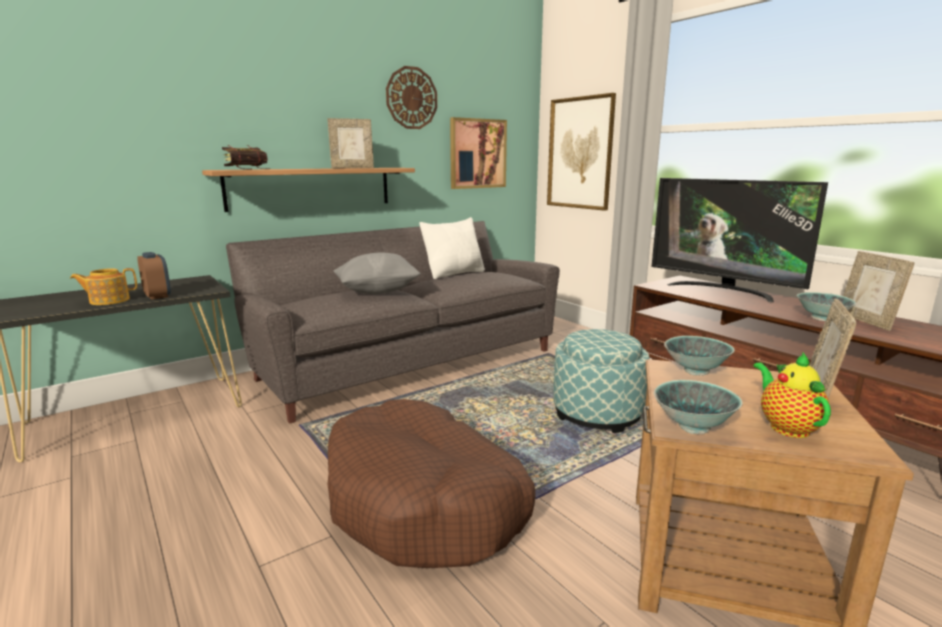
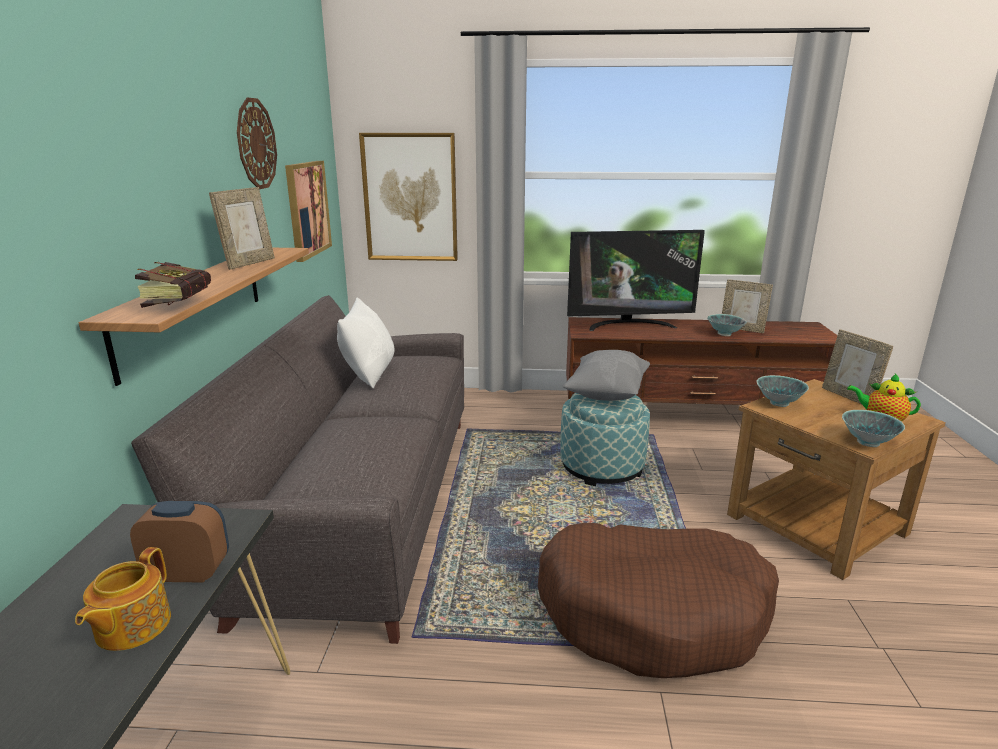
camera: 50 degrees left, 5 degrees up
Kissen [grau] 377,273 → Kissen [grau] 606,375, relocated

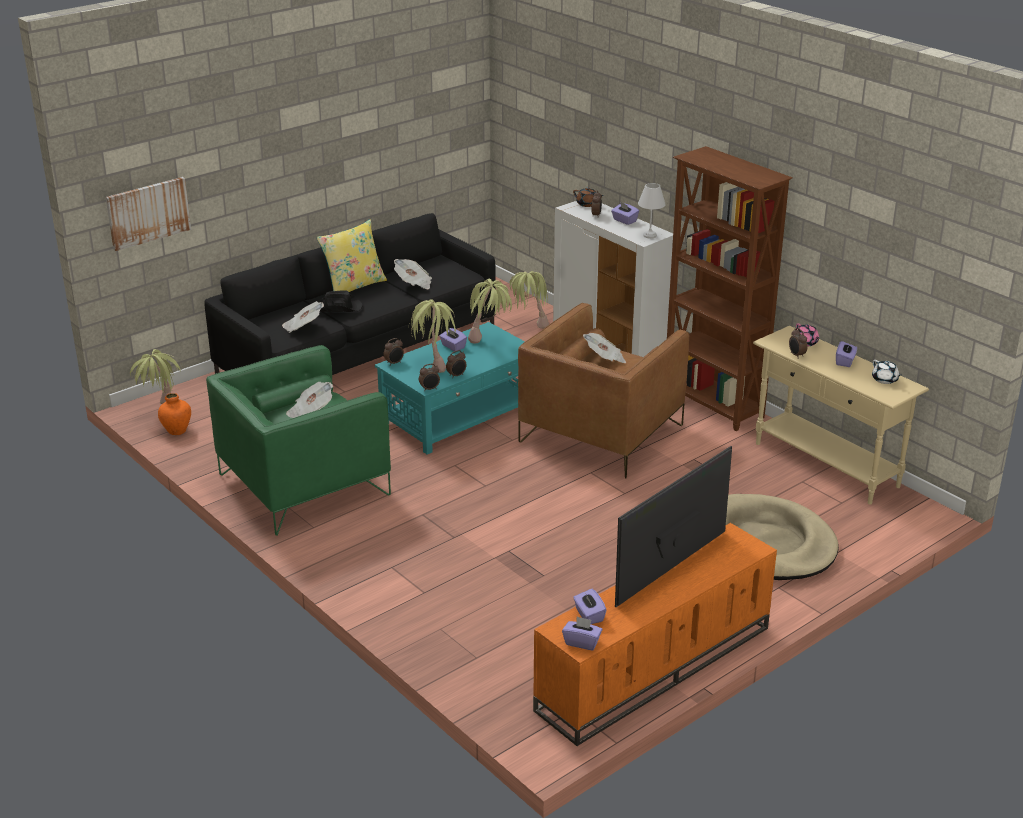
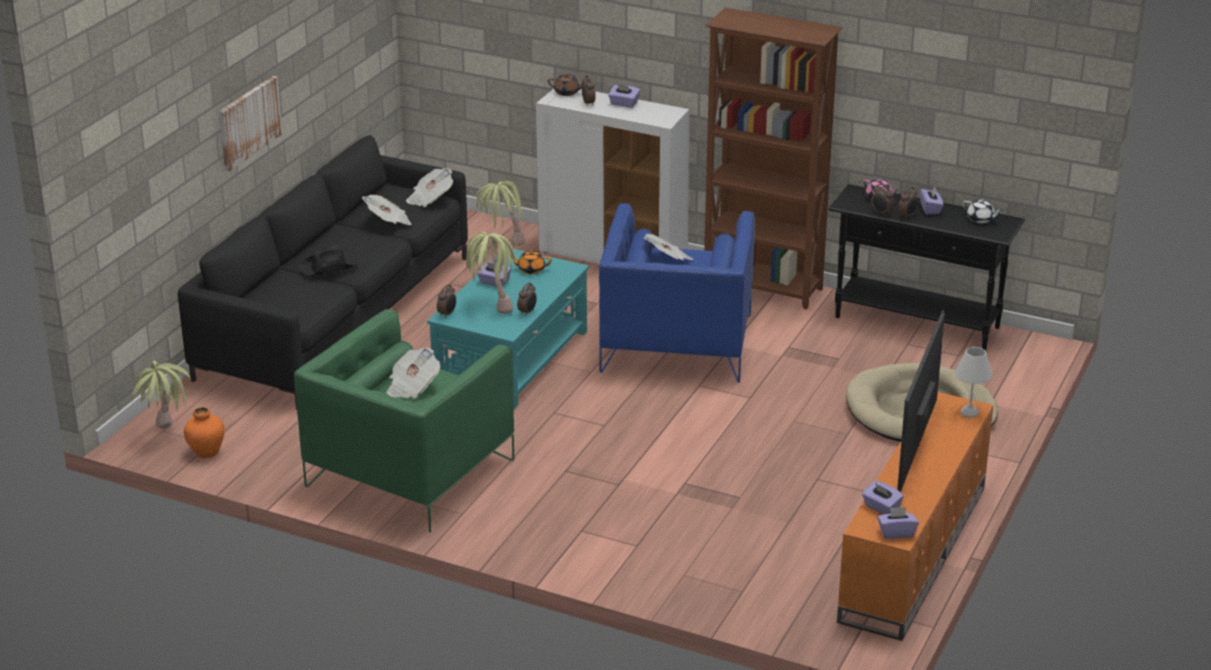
camera: 25 degrees left, 0 degrees up
Bild 148,214 → Bild 250,123, relocated
Tischlampe [weiß] 652,211 → Tischlampe [weiß] 973,382, relocated
Kissen [gelb] 351,255 → -
Topfpflanze 490,311 → Teekanne [orange] 531,262
Zeitung 303,317 → Zeitung 429,187, relocated
Sessel [braun] 603,390 → Sessel [blau] 677,293
Konsolentisch [beige] 841,415 → Konsolentisch [schwarz] 926,267
Wecker 429,378 → Wecker 908,203, relocated

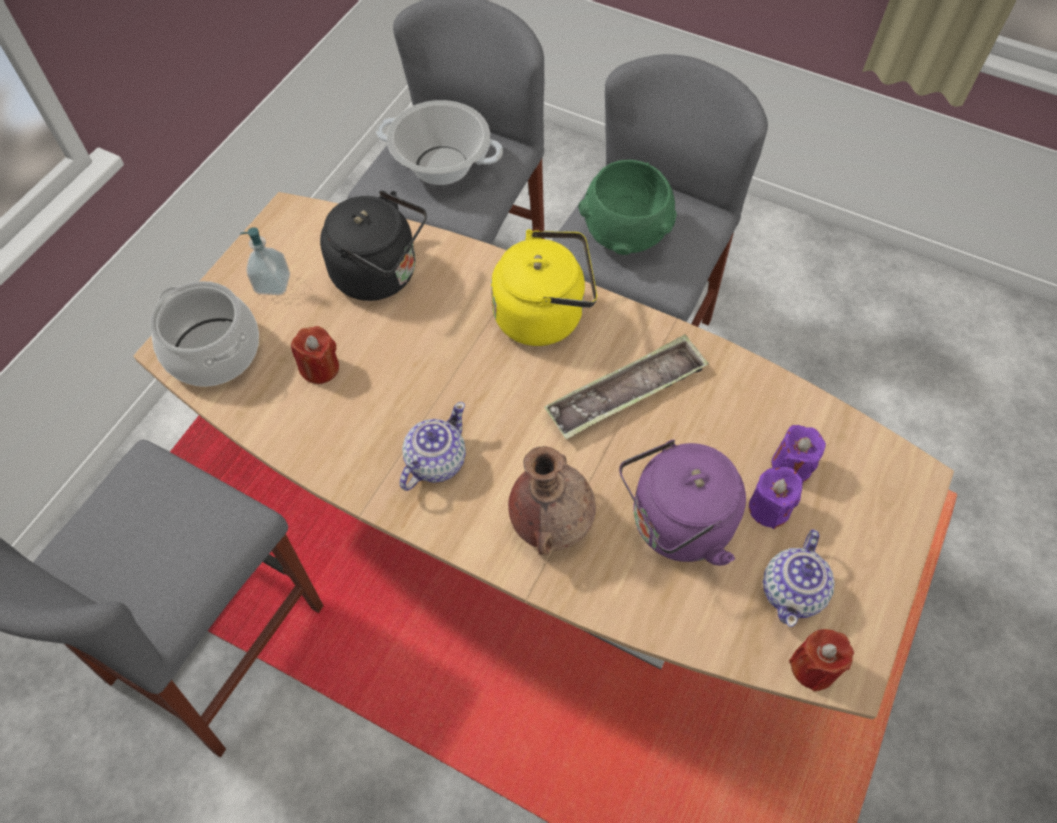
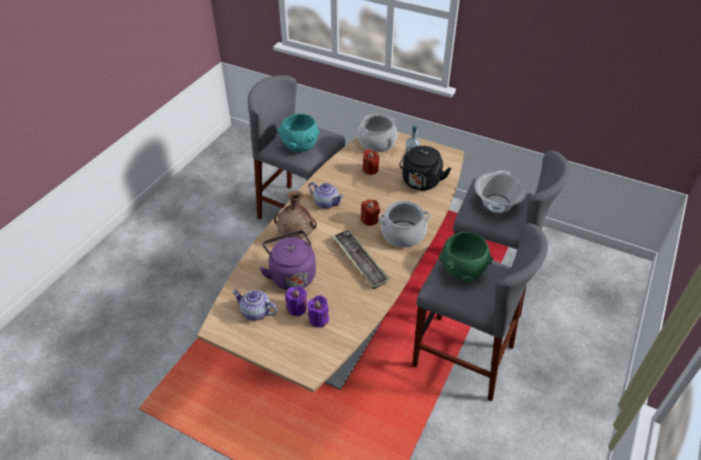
camera: 90 degrees right, 15 degrees down
Wasserkessel [gelb] 544,287 → Kochtopf 404,224
Kerze [rot] 821,660 → Kerze [rot] 370,212, relocated
- → Schüssel [türkis] 298,133

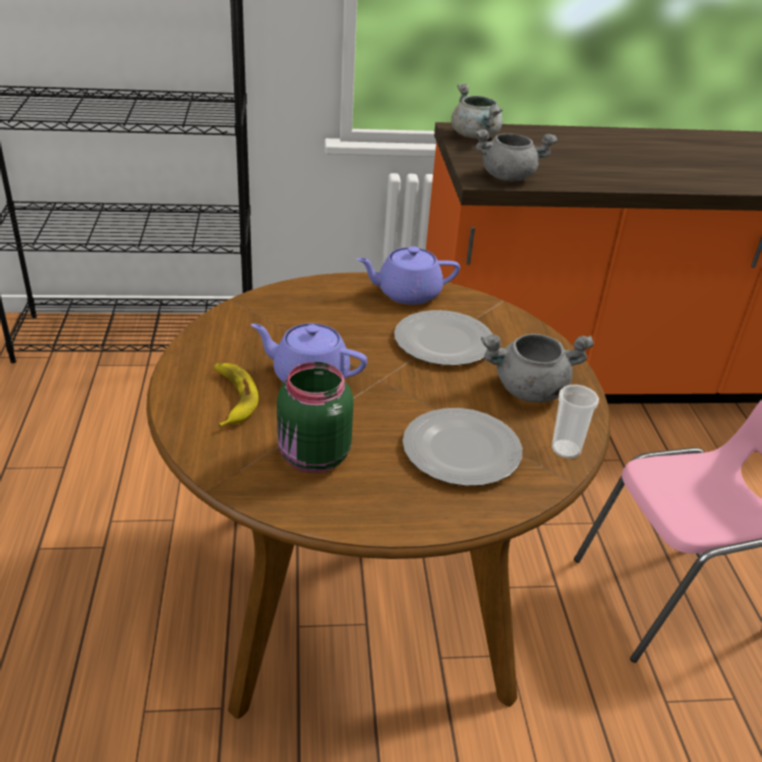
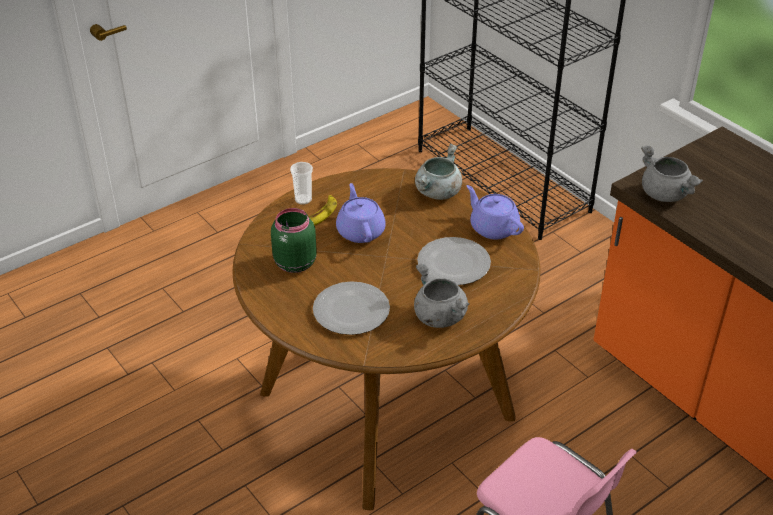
camera: 60 degrees right, 5 degrees up
Kochtopf [grau] 477,111 → Kochtopf [grau] 438,171, relocated
Tasse 575,422 → Tasse 301,183, relocated

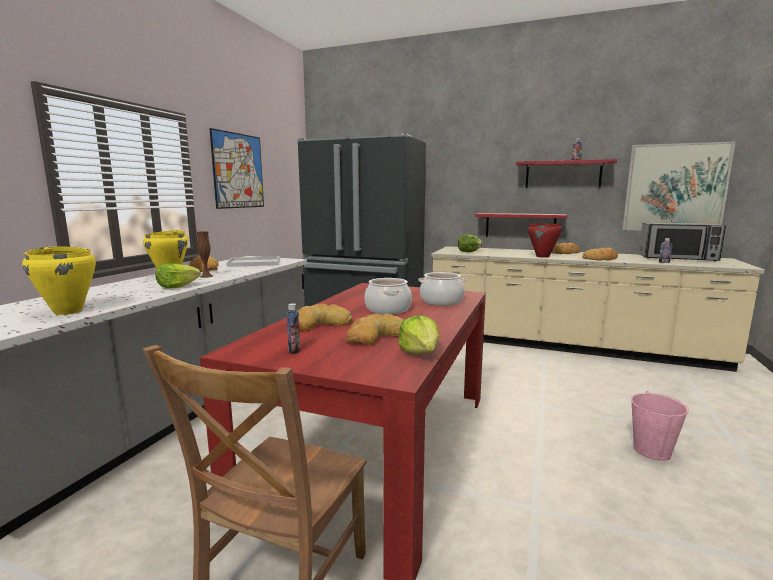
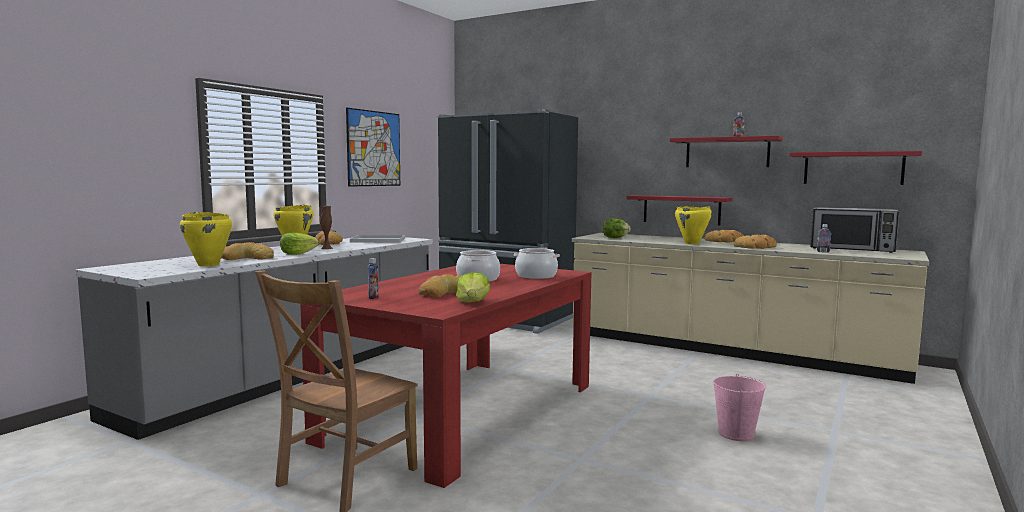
camera: 10 degrees right, 5 degrees down
Bild 679,185 → Wandregal [rot] 856,168
Kochtopf [rot] 545,240 → Kochtopf [gelb] 693,225
Brot 324,317 → Brot 247,251, relocated

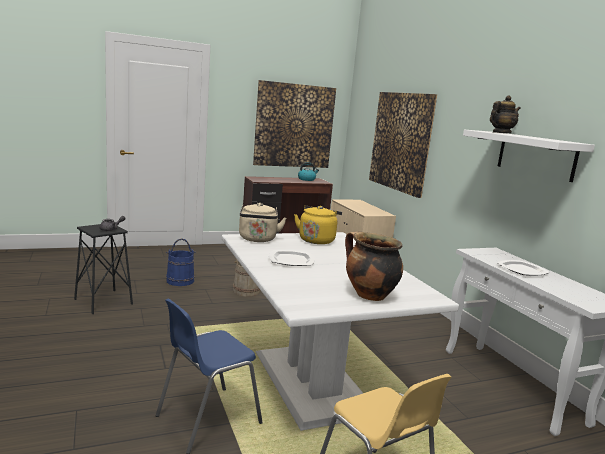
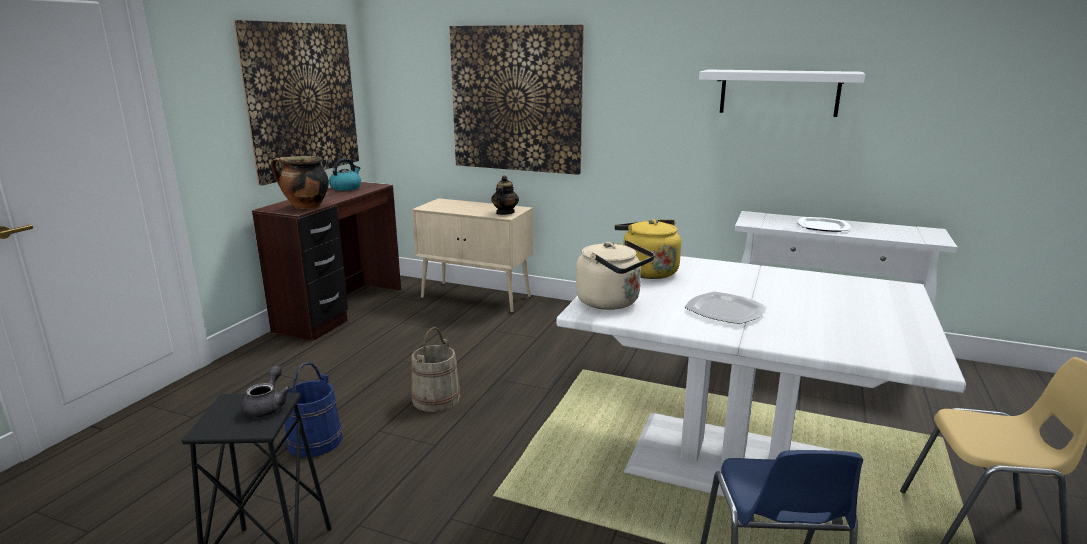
camera: 45 degrees left, 5 degrees up
Teekanne 505,114 → Teekanne 505,195, relocated
Kochtopf 374,266 → Kochtopf 300,182, relocated

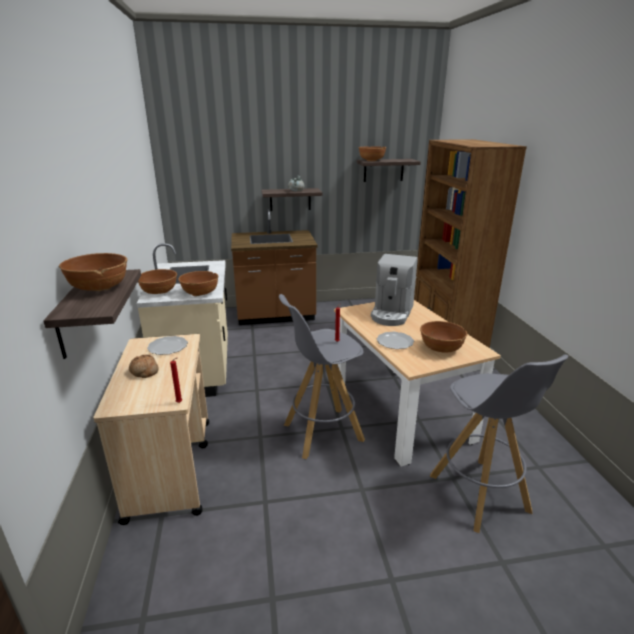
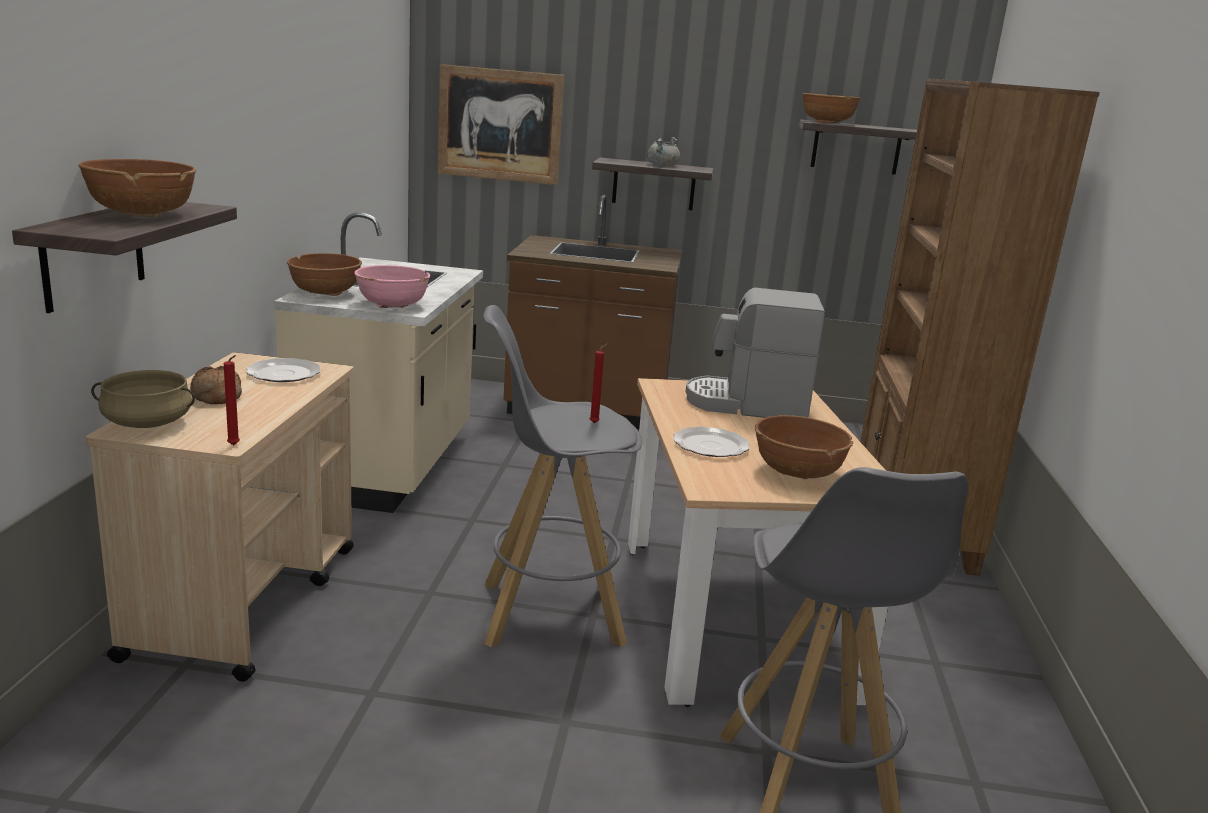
camera: 15 degrees right, 5 degrees down
Kaffeemaschine 394,290 → Kaffeemaschine 755,352, 60 degrees clockwise
Schüssel [braun] 198,283 → Schüssel [rosa] 392,286
- → Bild 501,124
- → Kochtopf [beige] 143,399

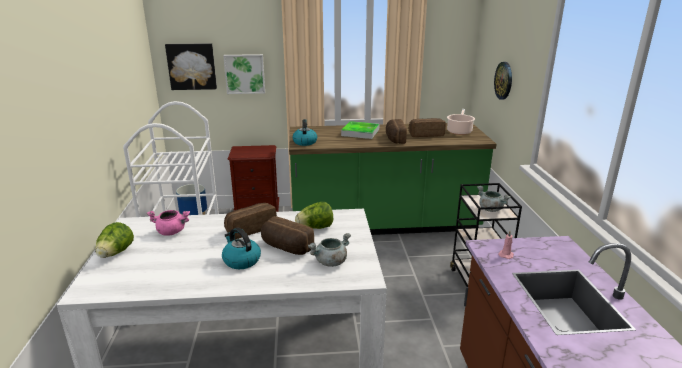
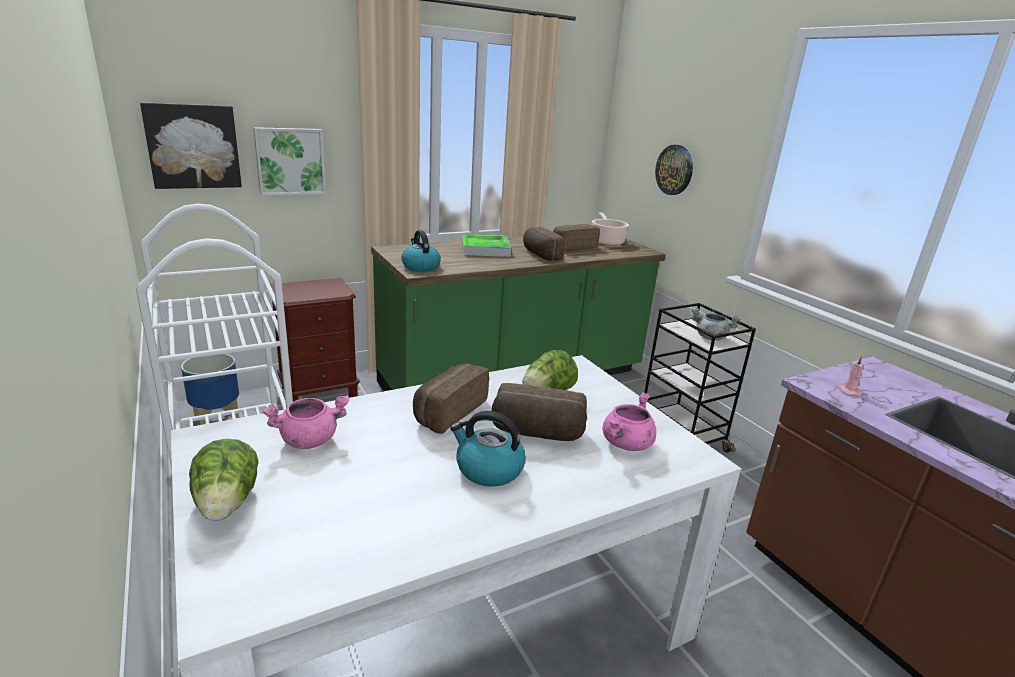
camera: 25 degrees left, 0 degrees up
Kochtopf [grau] 329,250 → Kochtopf [rosa] 629,421

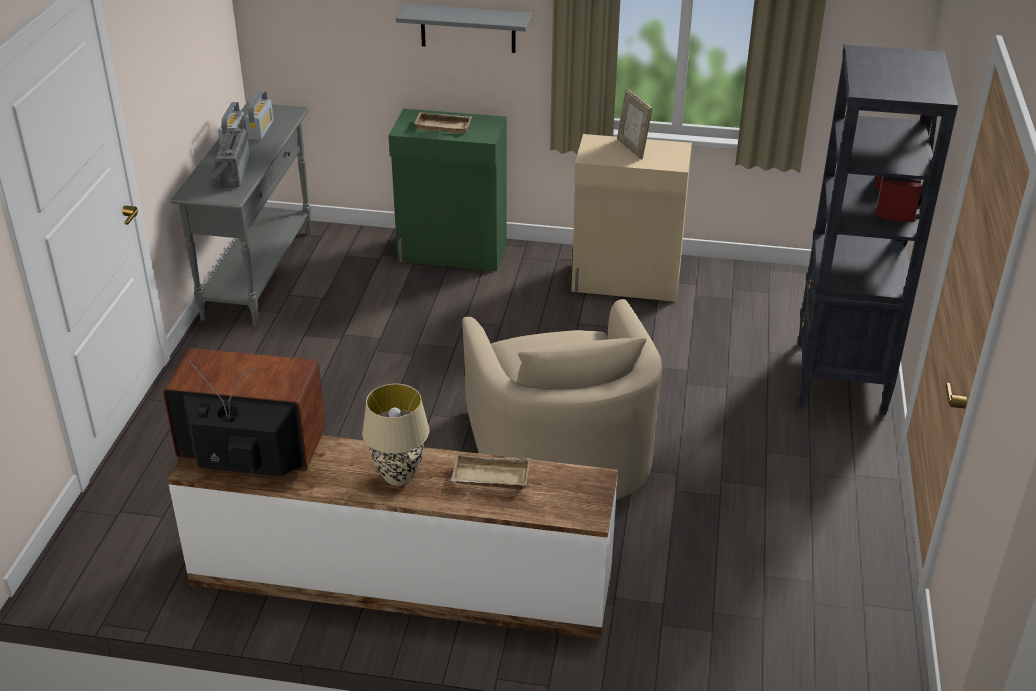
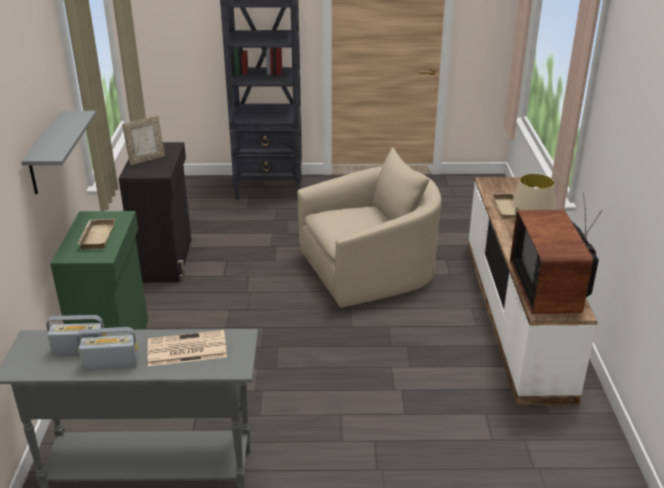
camera: 100 degrees left, 5 degrees down
Radio 231,158 → Zeitung 187,348
Schrank [beige] 631,218 → Schrank [schwarz] 155,212

